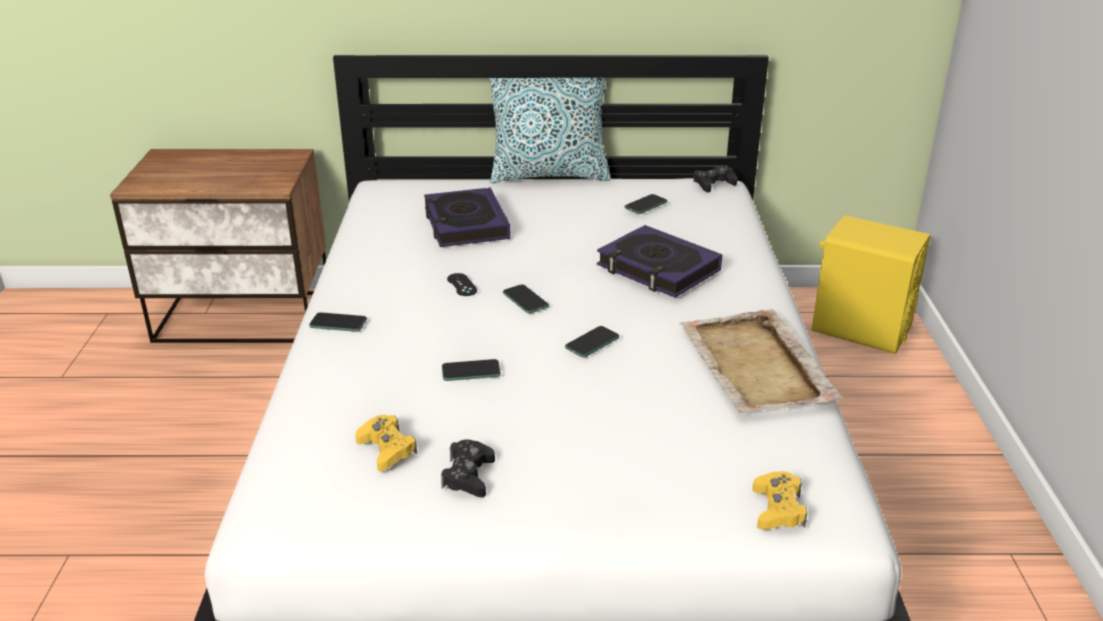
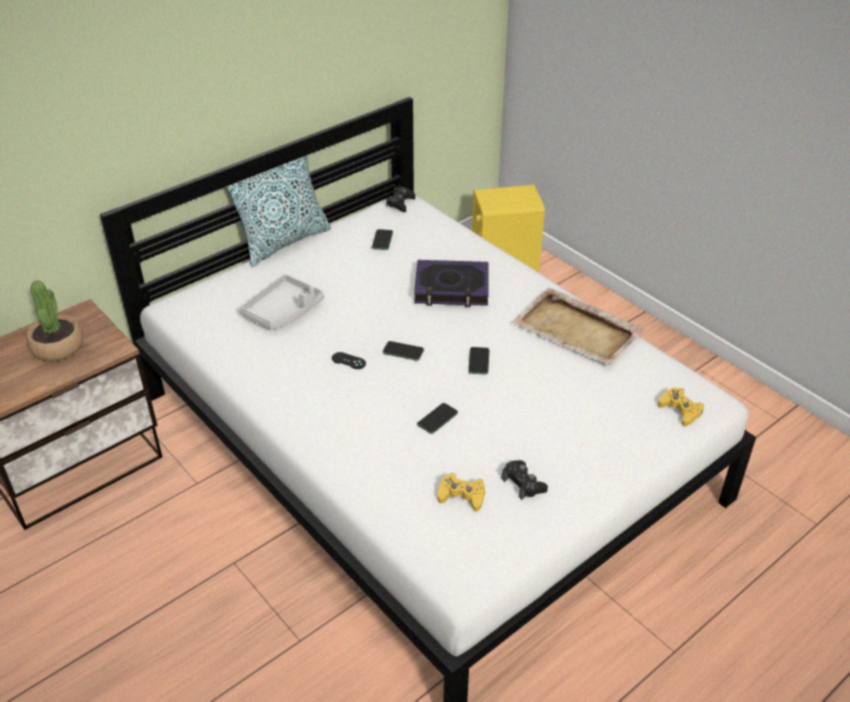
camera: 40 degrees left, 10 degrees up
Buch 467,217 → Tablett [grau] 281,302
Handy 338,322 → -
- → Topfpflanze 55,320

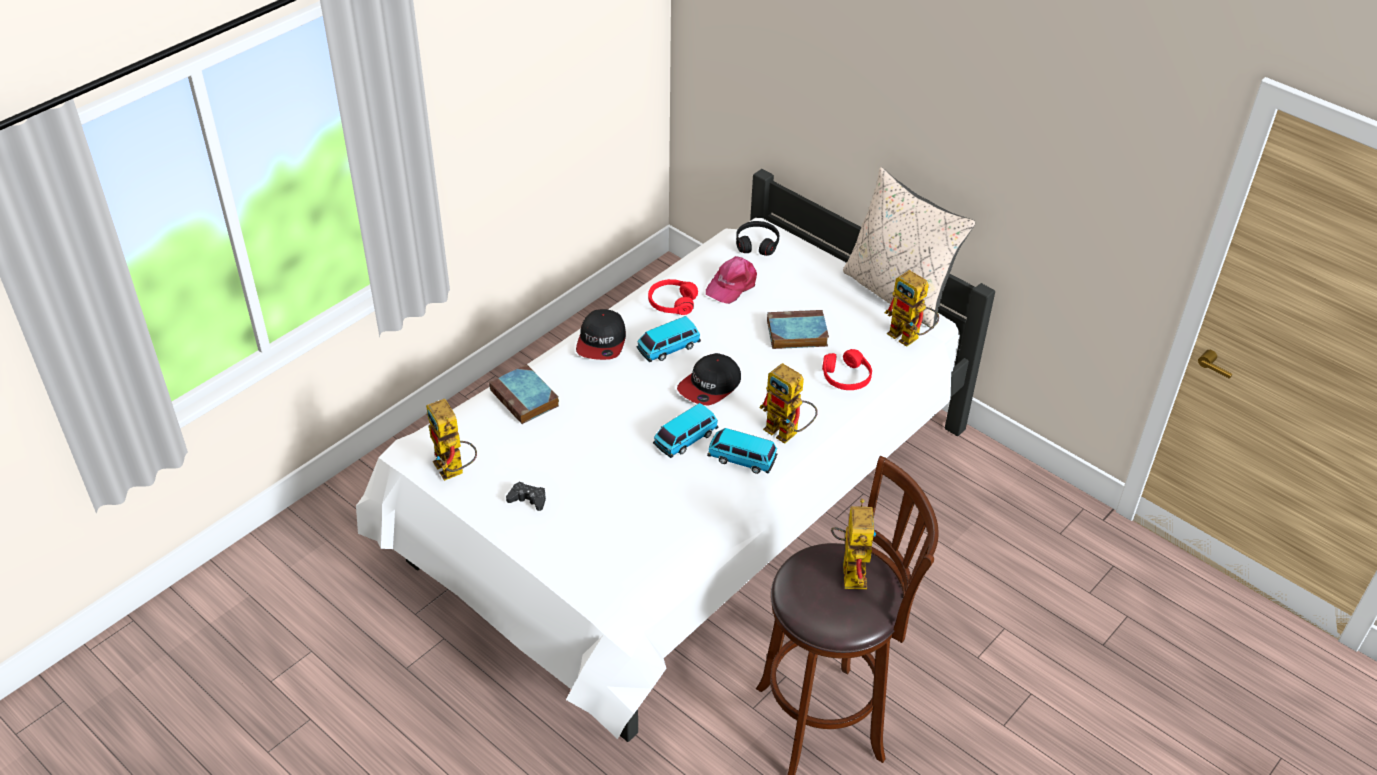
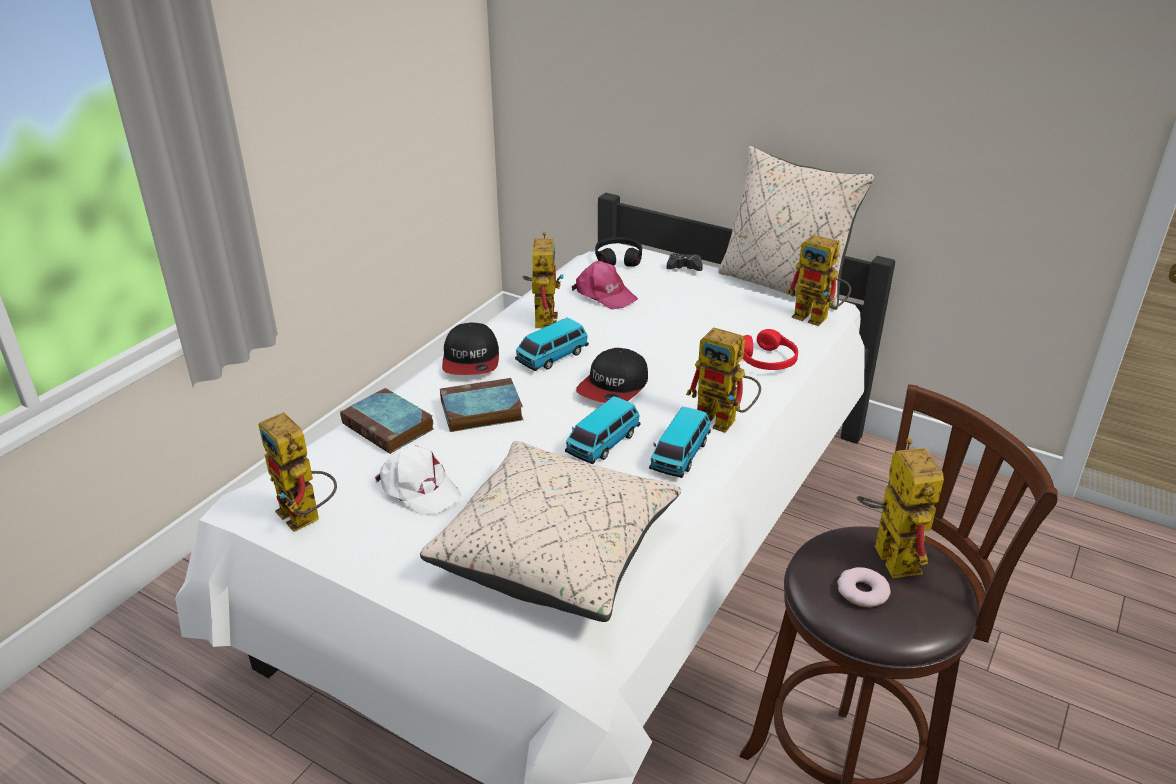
camera: 10 degrees left, 10 degrees down
Kappe [rosa] 731,280 → Kappe [rosa] 605,285, 75 degrees counterclockwise
Kopfhörer [rot] 673,297 → Spielzeugroboter 543,280
Buch 798,329 → Buch 481,405, relocated
Spielzeugauto 742,451 → Spielzeugauto 680,442, 75 degrees counterclockwise
Gamepad [schwarz] 526,496 → Gamepad [schwarz] 685,262, relocated
- → Kissen [beige] 550,531
- → Kappe [weiß] 418,479
- → Donut 864,587

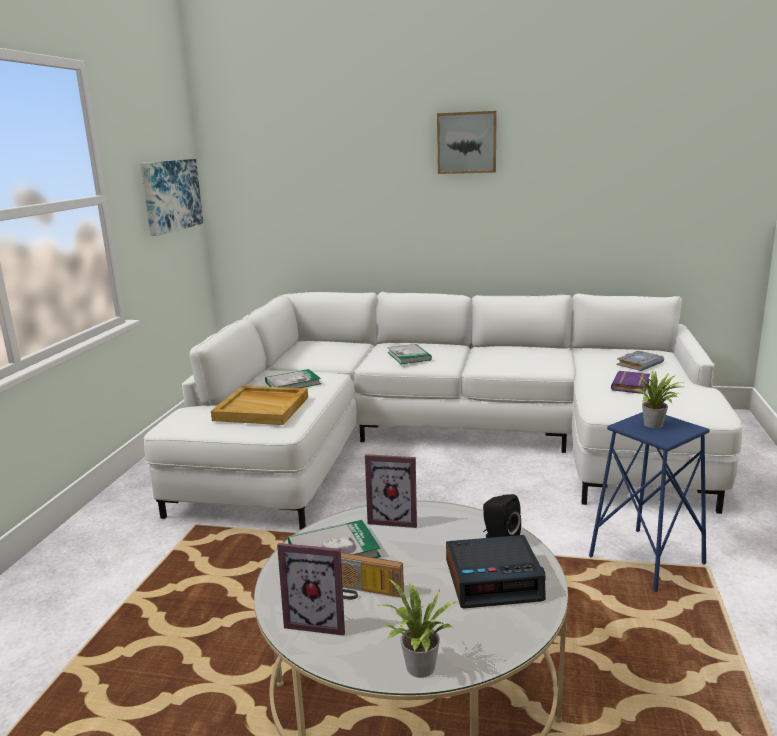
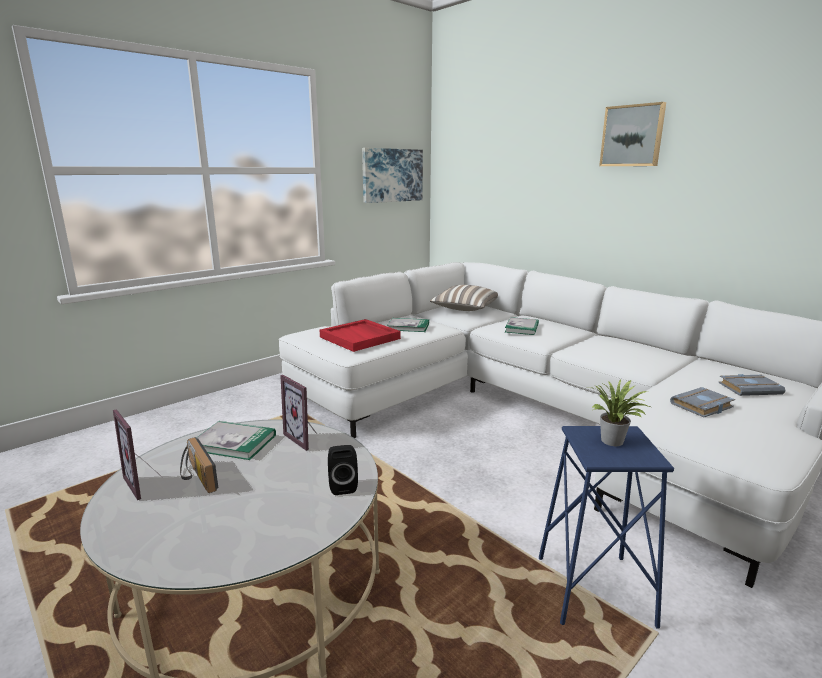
camera: 35 degrees right, 0 degrees up
Buch [lila] 630,382 → Buch [grau] 702,402
Tablett [beige] 259,405 → Tablett [rot] 360,335
Wecker 496,571 → -
Topfpflanze 417,628 → -
- → Kissen 464,298

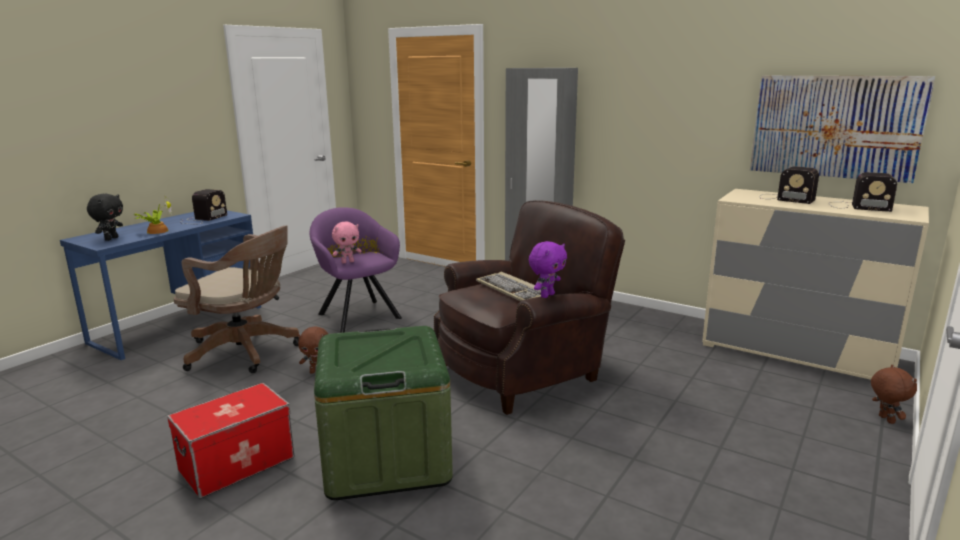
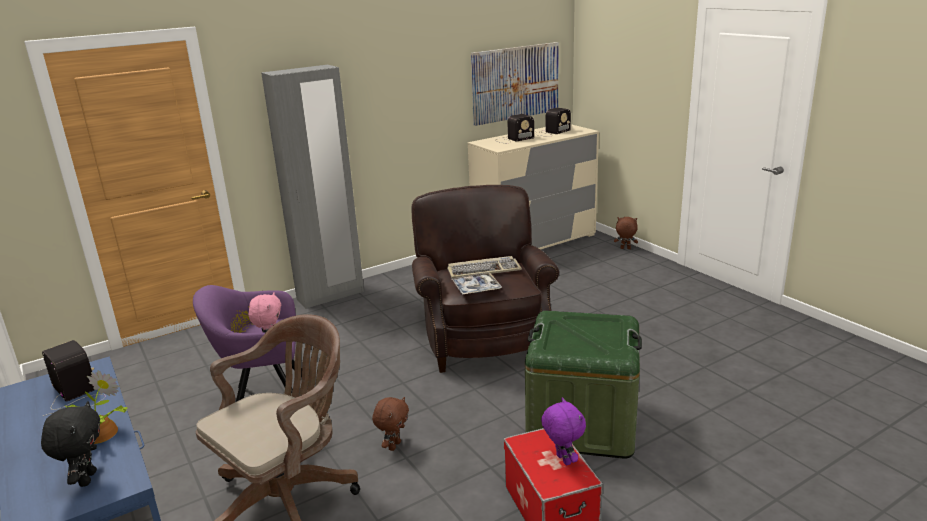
camera: 65 degrees left, 5 degrees up
Plüschtier [schwarz] 105,217 → Plüschtier [schwarz] 70,444, 45 degrees clockwise
Plüschtier [lila] 548,269 → Plüschtier [lila] 563,431, relocated
- → Tablett 477,283

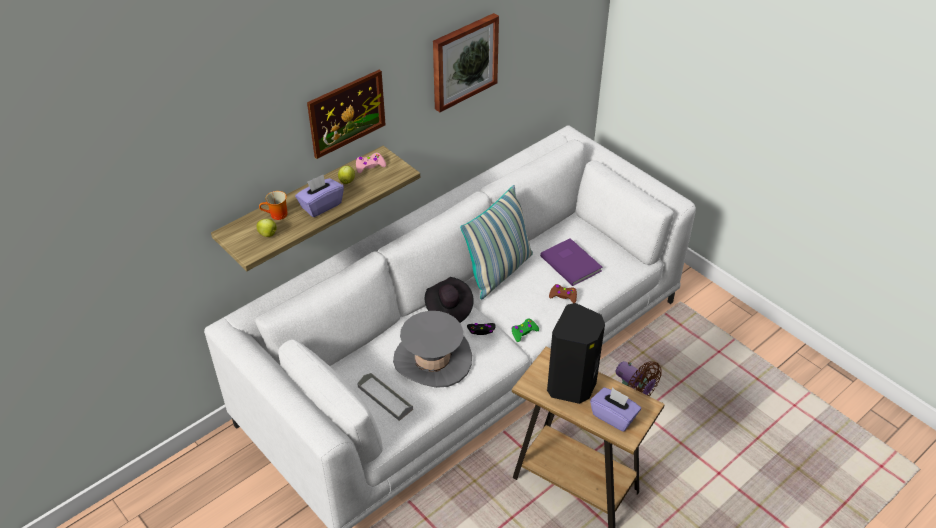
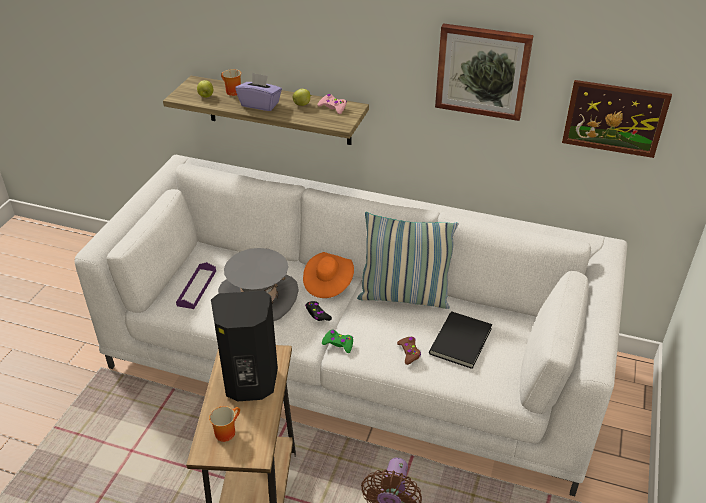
camera: 60 degrees right, 5 degrees down
Bild 346,114 → Bild 617,119, relocated
Buch [lila] 571,262 → Buch [schwarz] 460,340
Hut [schwarz] 449,300 → Hut [orange] 328,275
Tablett [grau] 385,397 → Tablett [lila] 196,285
Taschentuchbox [lila] 615,409 → Henkelbecher 224,424

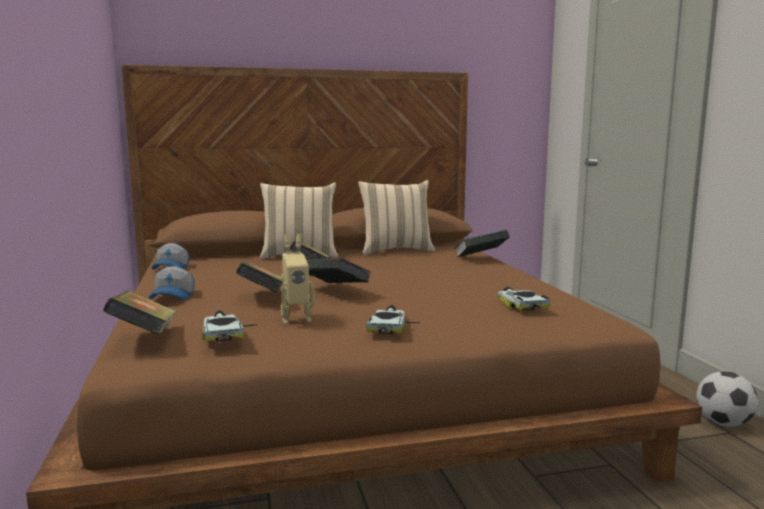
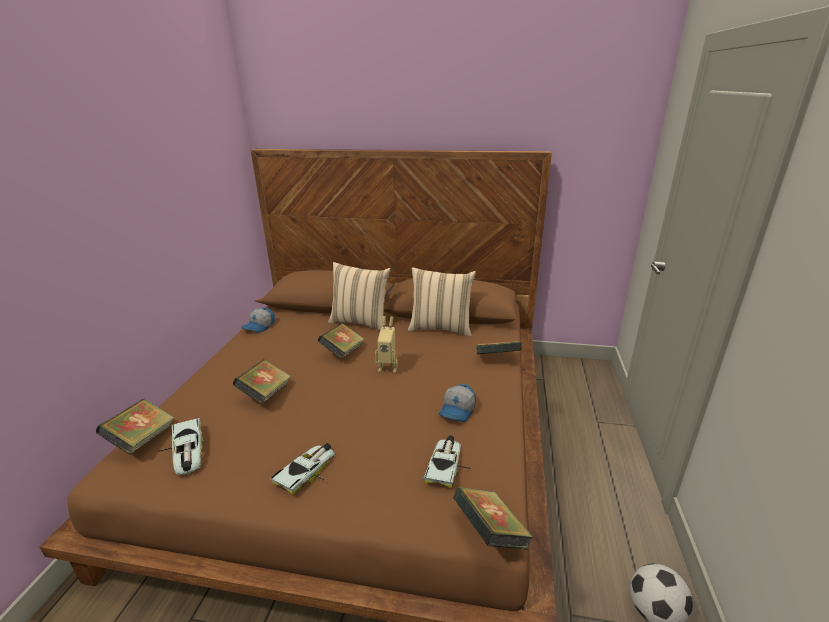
camera: 25 degrees right, 15 degrees up
Spielzeugroboter 298,279 → Spielzeugroboter 386,344, relocated
Buch 339,270 → Buch 493,518, relocated
Kappe 171,282 → Kappe 457,402, relocated
Spielzeugauto 229,326 → Spielzeugauto 181,446, 150 degrees clockwise

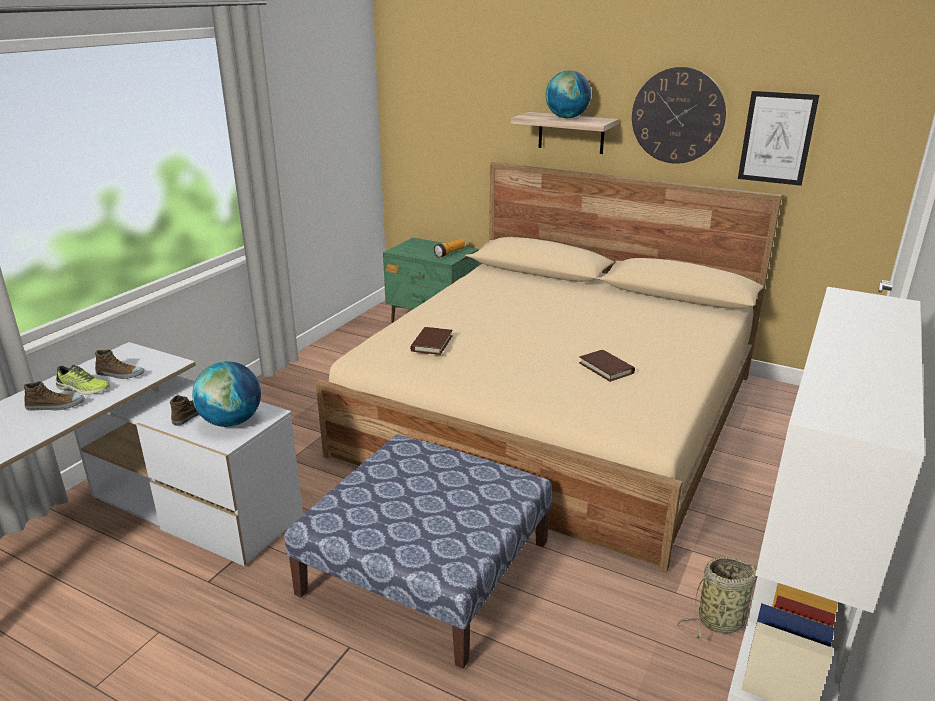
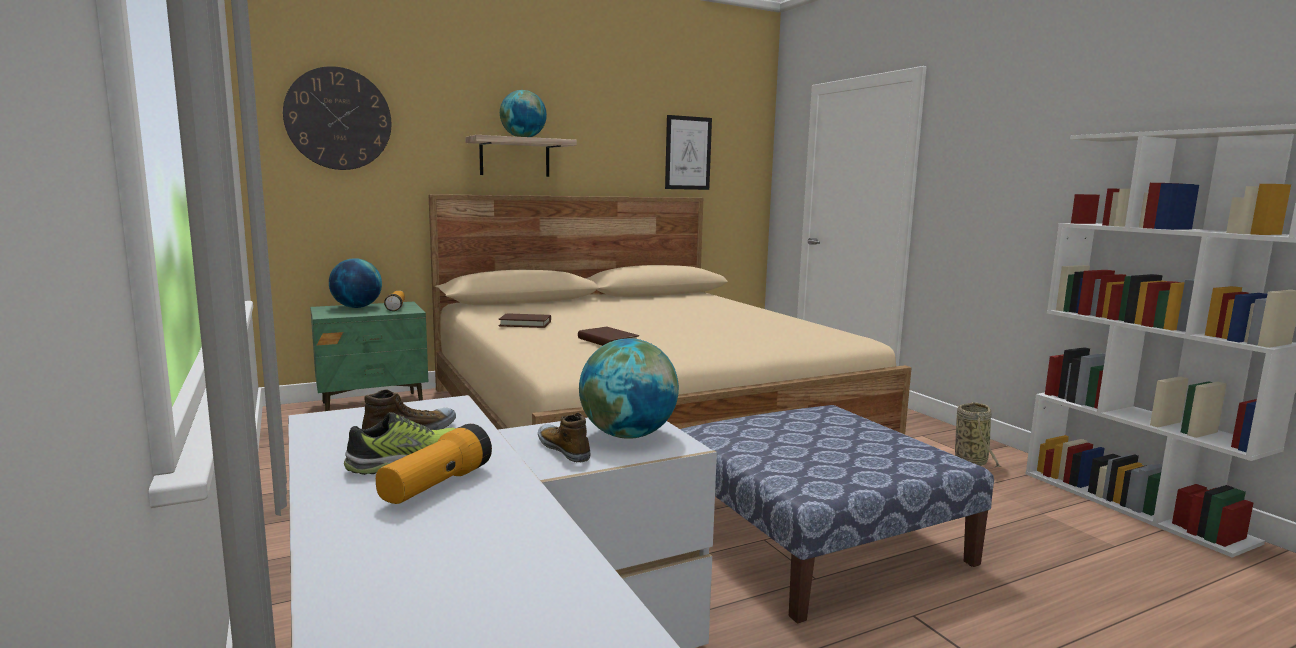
camera: 55 degrees left, 15 degrees down
Wanduhr 679,115 → Wanduhr 337,118, relocated
Buch [braun] 607,366 → Buch [braun] 524,320, relocated
Schuh 54,396 → Taschenlampe 434,464
- → Globus 355,283

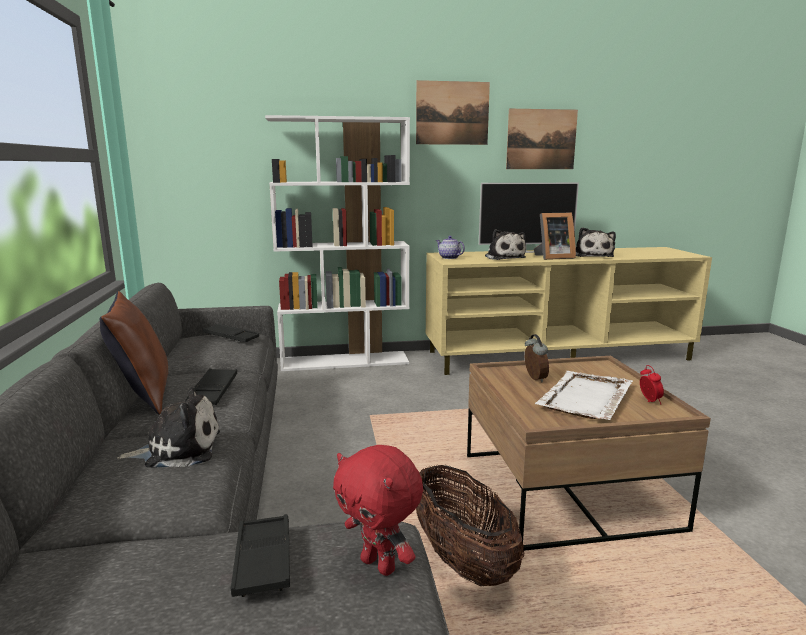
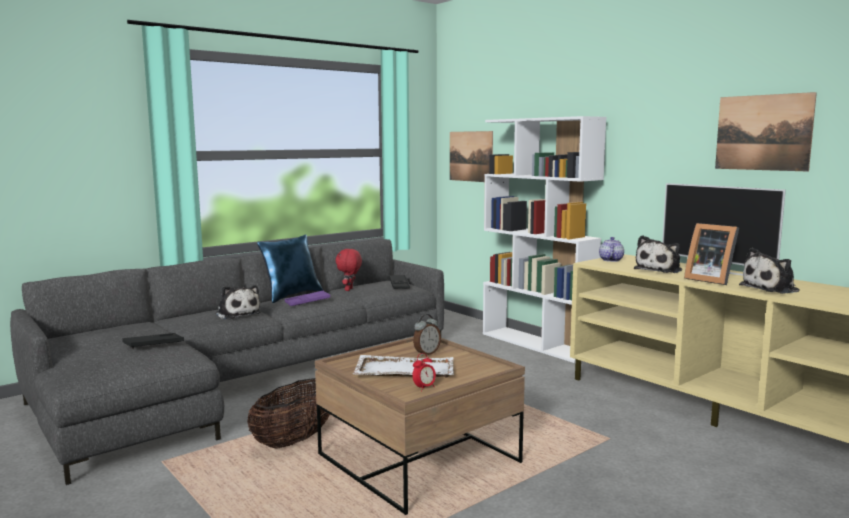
camera: 60 degrees right, 5 degrees down
Bild 453,112 → Bild 471,156, relocated
Kissen [braun] 134,353 → Kissen [blau] 290,268
Tablett [schwarz] 211,386 → Tablett [lila] 307,298
Plüschtier [rot] 378,510 → Plüschtier [rot] 349,270, relocated

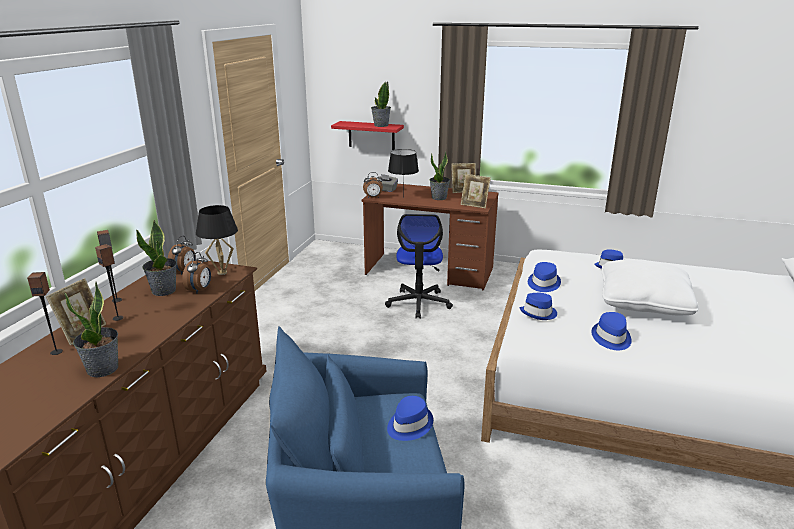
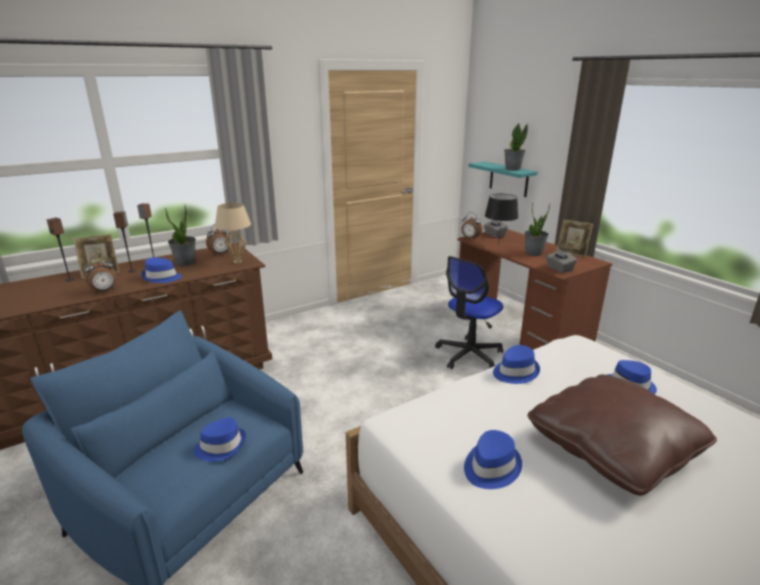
camera: 40 degrees right, 0 degrees up
Wandregal [rot] 367,135 → Wandregal [türkis] 502,179
Bilderrahmen 476,191 → Taschentuchbox [grau] 561,261
Tischlampe [schwarz] 217,240 → Tischlampe [beige] 233,233
Wecker 196,273 → Wecker 100,275, relocated
Kissen [weiß] 650,287 → Kissen [braun] 622,435
Topfpflanze 91,329 → -
Hut [blau] 538,306 → Hut [blau] 161,270, relocated

